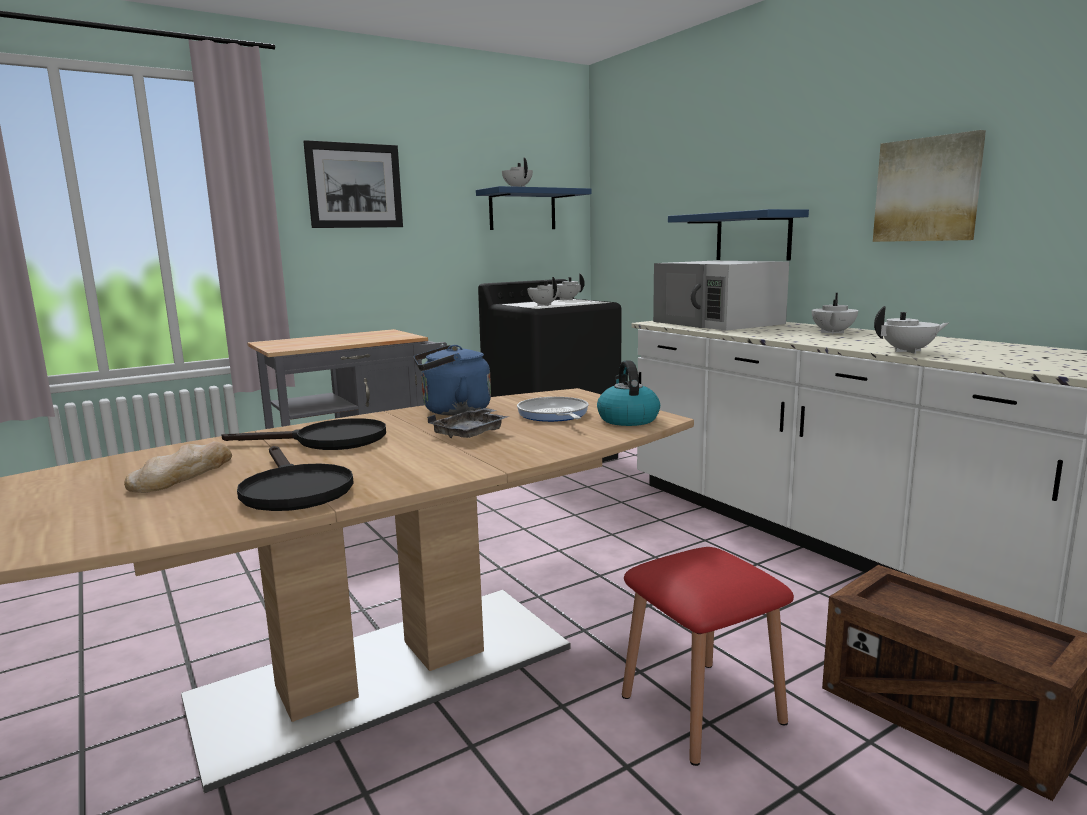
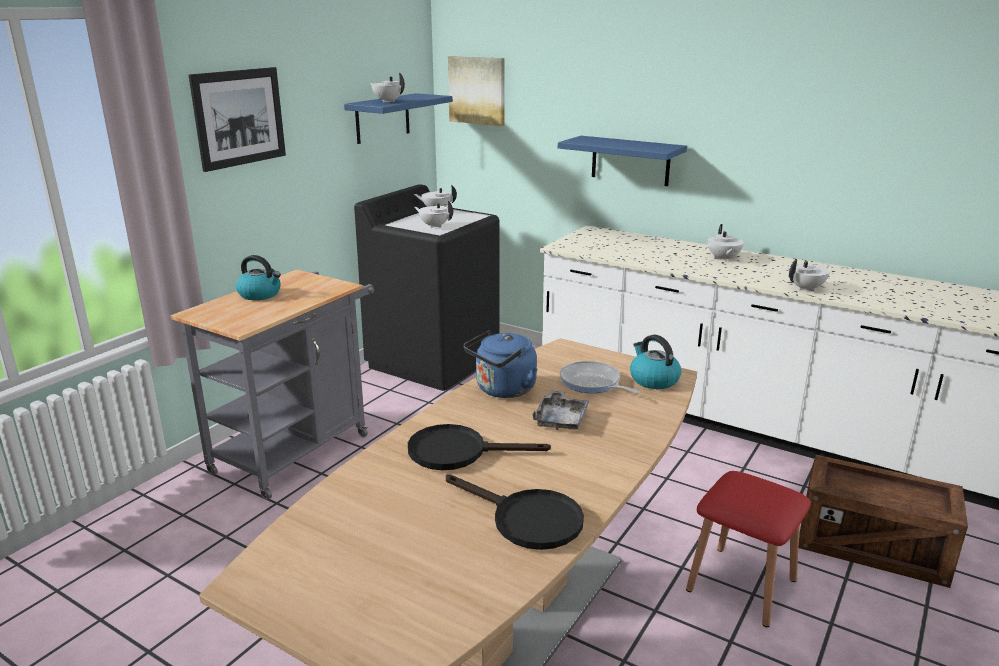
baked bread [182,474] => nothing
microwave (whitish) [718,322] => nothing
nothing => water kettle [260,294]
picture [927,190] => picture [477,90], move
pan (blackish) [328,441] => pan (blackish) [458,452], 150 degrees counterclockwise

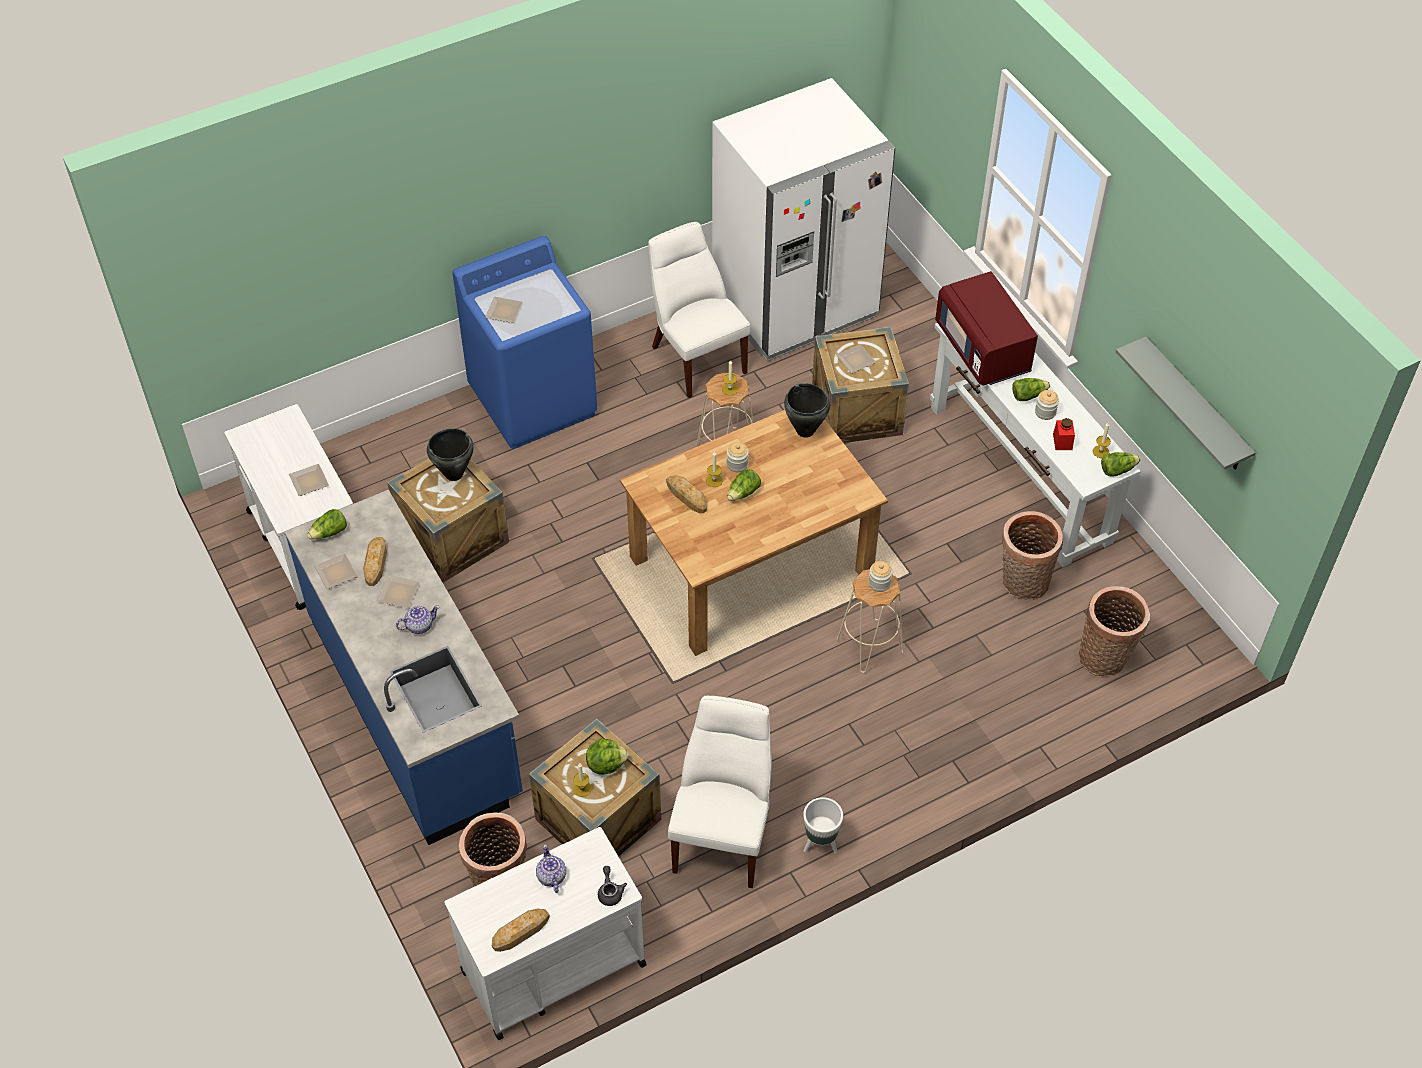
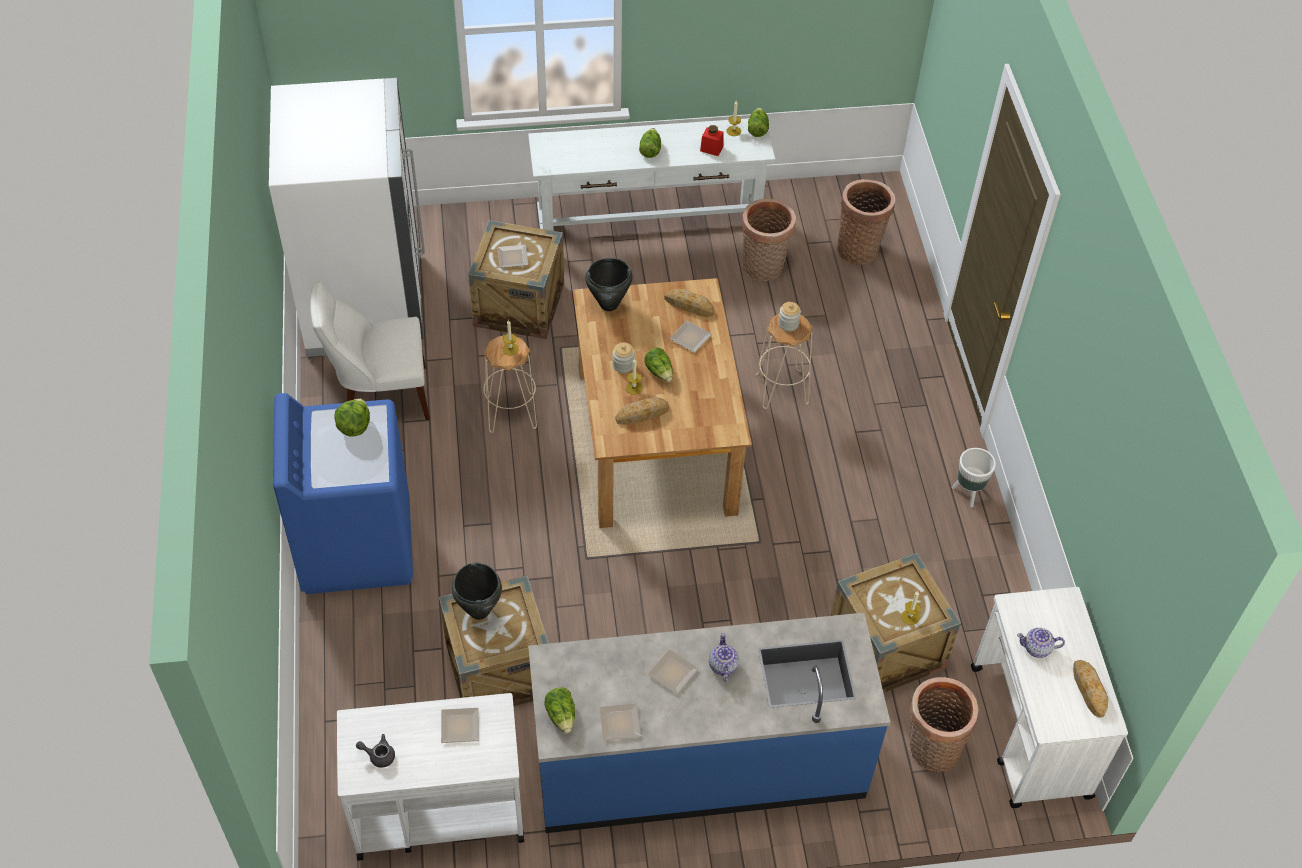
chair (whitish) [723,834] => nothing
microwave (red) [983,349] => nothing
preserve jar [1045,412] => nothing
wall shelf (gray) [1195,406] => nothing
baked bread [376,563] => baked bread [689,305], move
dinner plate [502,312] => dinner plate [690,339], move
lettuce head [606,764] => lettuce head [354,427], move
teapot (gray) [610,892] => teapot (gray) [378,755], move

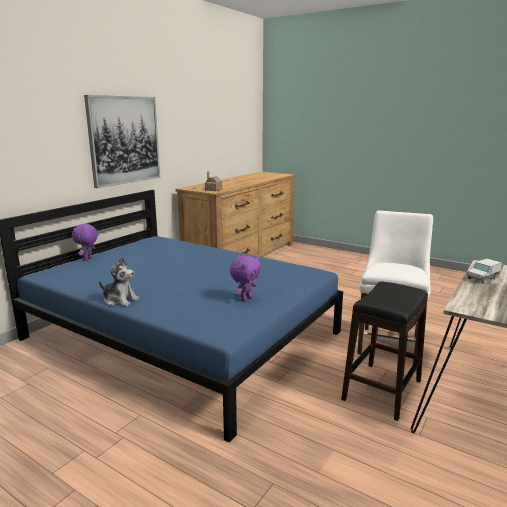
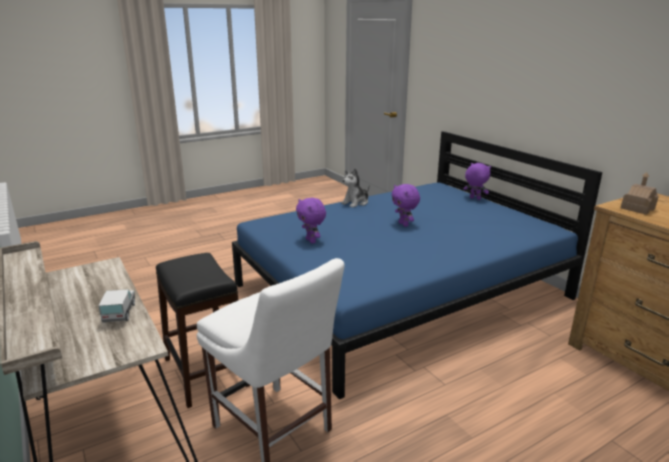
picture [124,140] => nothing
nothing => plush toy (purplish) [404,224]

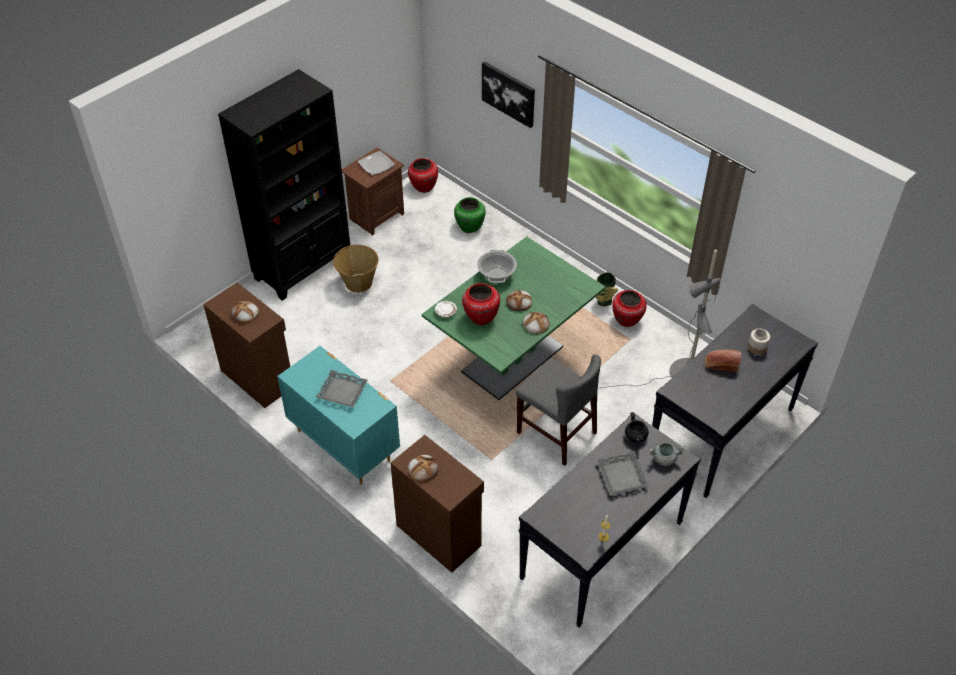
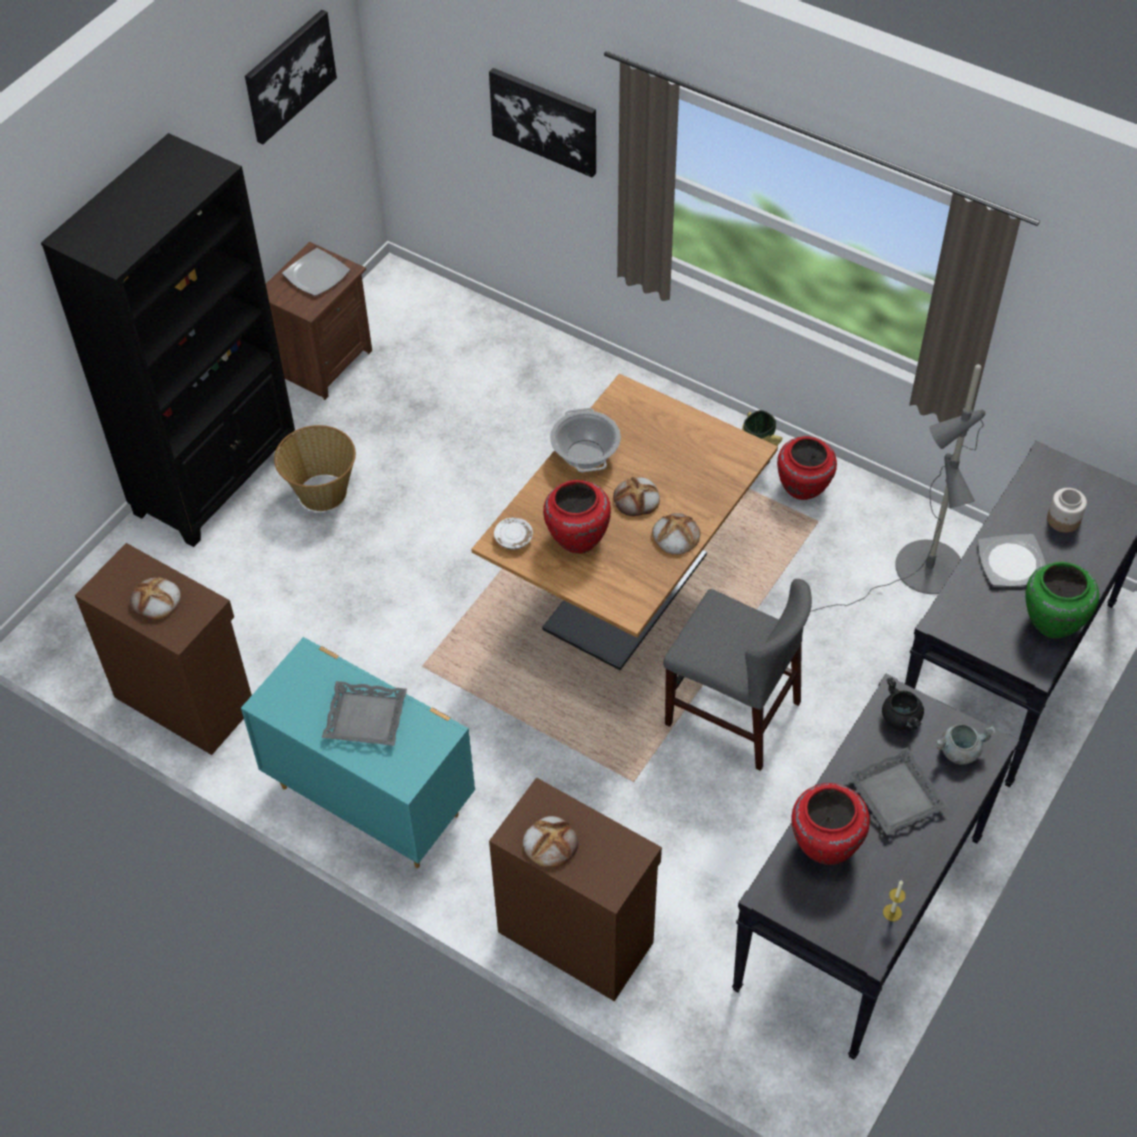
nothing => picture [289,75]
flower vase (red) [423,186] => flower vase (red) [824,843], move
flower vase (greenish) [470,226] => flower vase (greenish) [1052,620], move
baked bread [720,365] => dinner plate [1011,562]
kitchen table (greenish) [512,360] => kitchen table (brownish) [625,592]

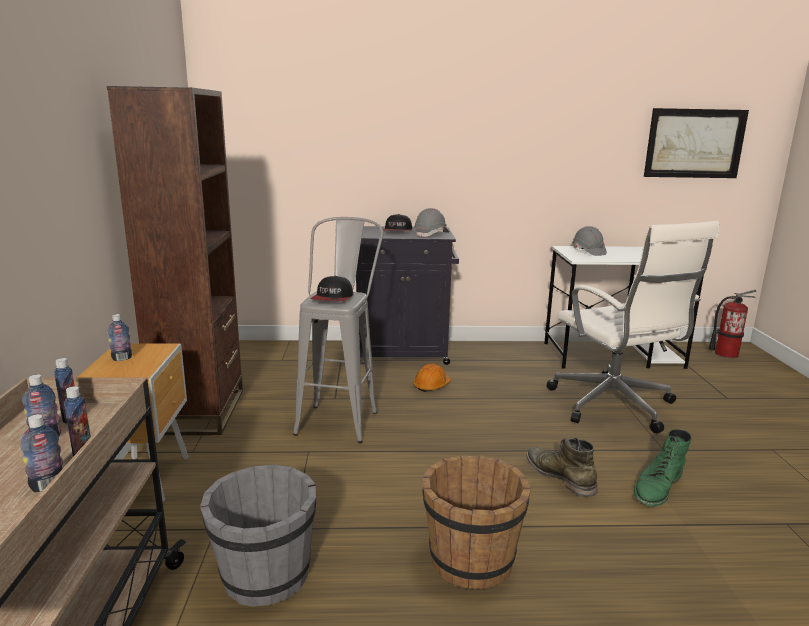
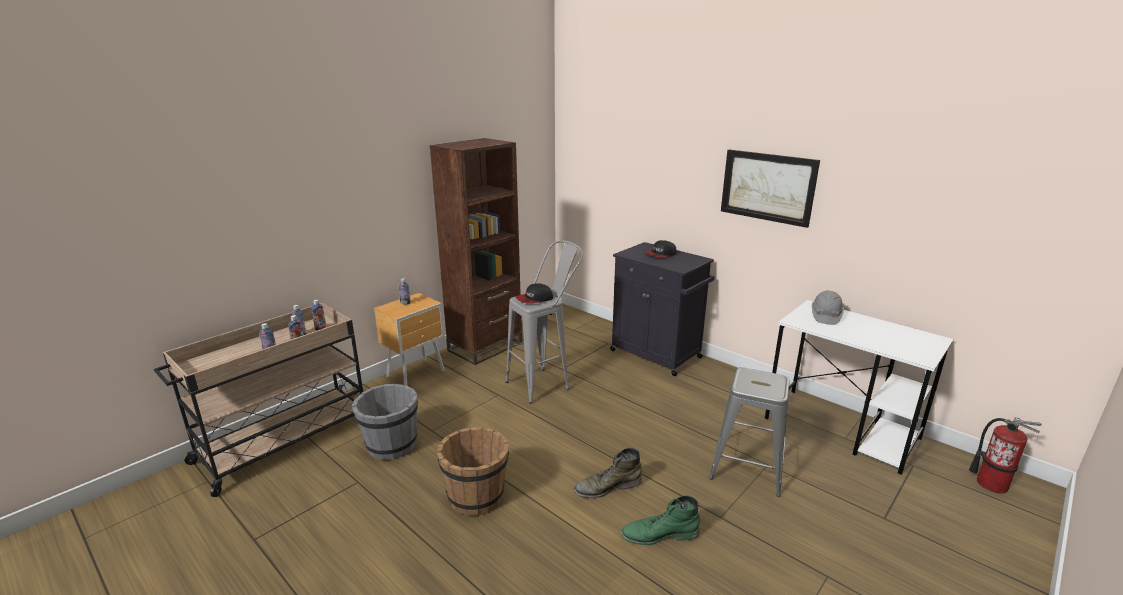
hard hat (orange-coloured) [431,386] => nothing
hard hat (gray) [431,234] => nothing
picture [694,143] => picture [767,187], move
computer chair (whitish) [613,406] => stool seat (gray) [748,467]
boot (greenish) [560,476] => boot (greenish) [607,487], 120 degrees counterclockwise

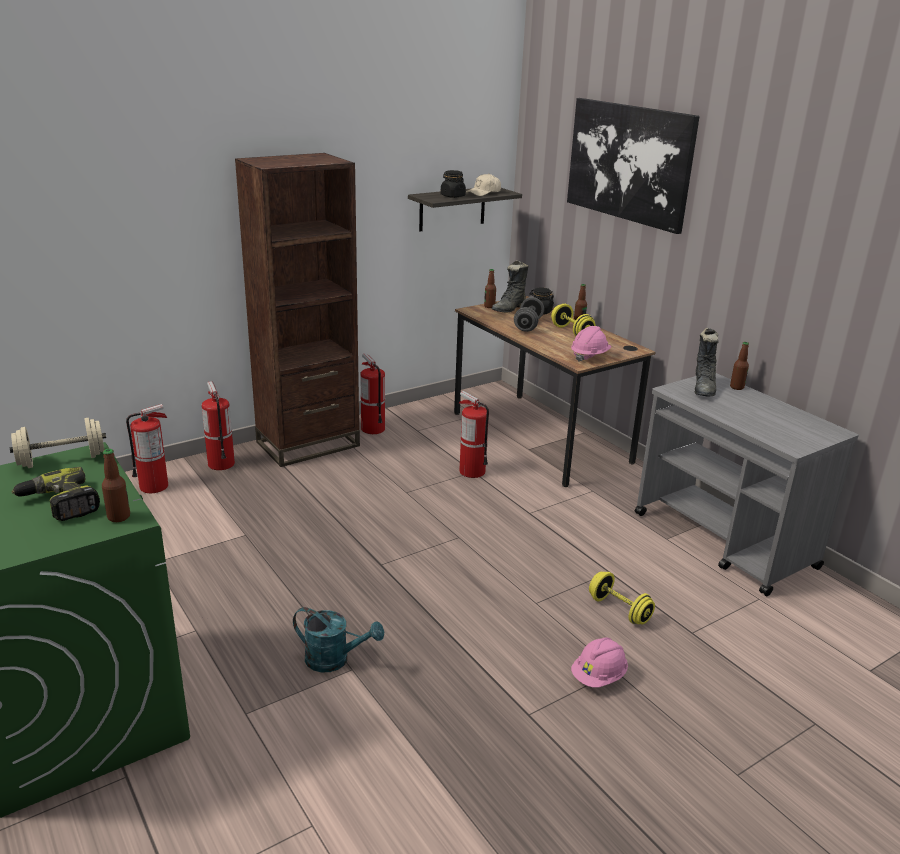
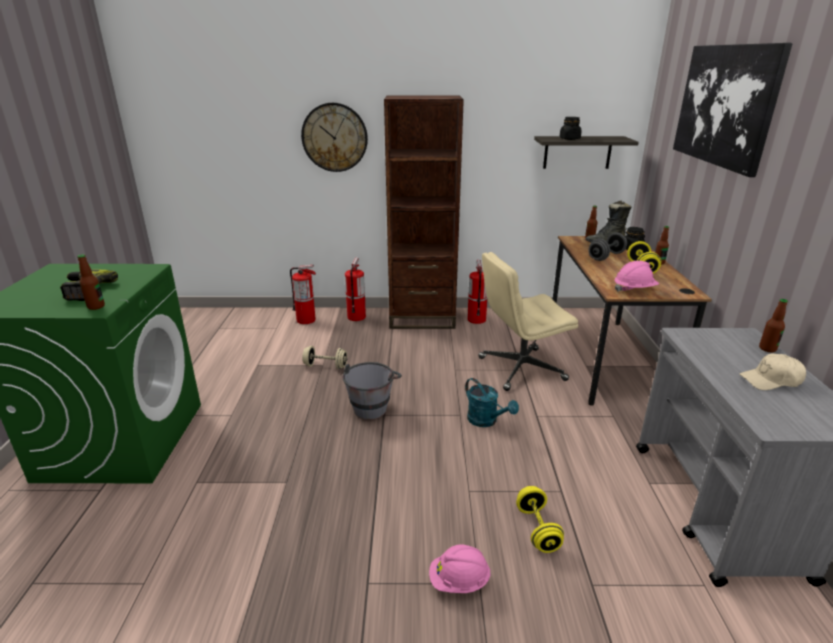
boot (blackish) [704,388] => nothing
nothing => hanging clock [334,137]
nothing => bucket (gray) [372,406]
hand weight (beige) [62,460] => hand weight (beige) [325,366], move
watering can (turquoise) [334,660] => watering can (turquoise) [486,421], move
baseball cap (beige) [484,193] => baseball cap (beige) [771,380], move
extinguisher [471,471] => computer chair (beige) [520,369]

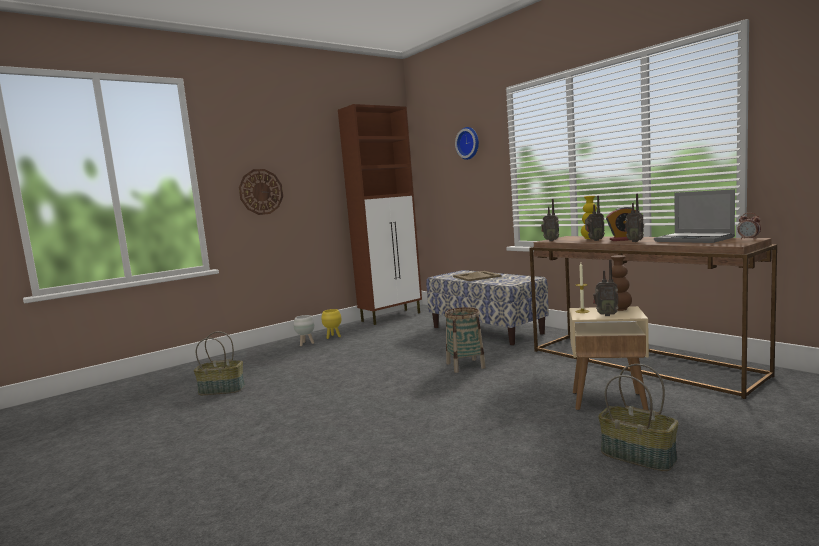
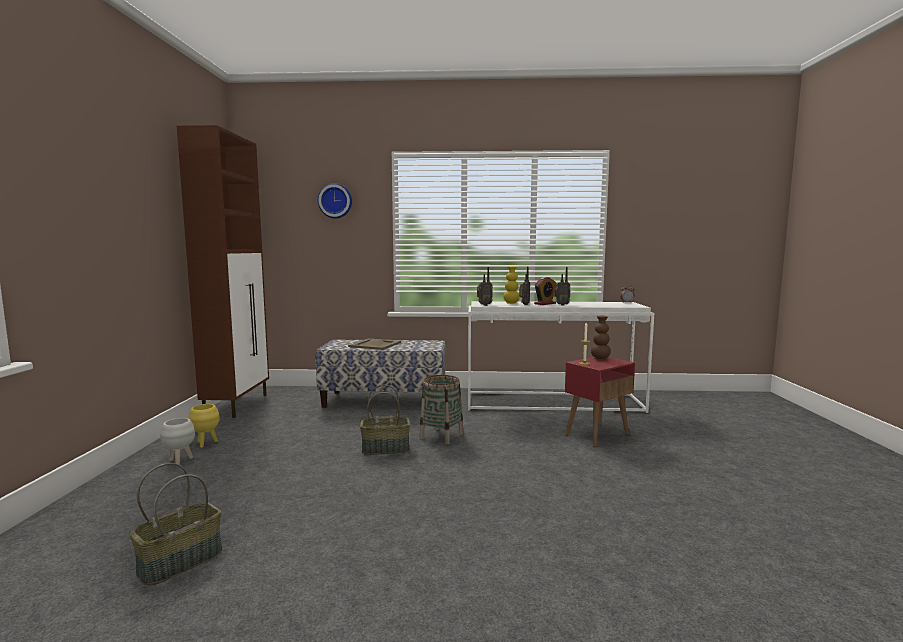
hanging clock [261,192] => nothing
radio set [606,315] => nothing
laptop [695,239] => nothing
basket [639,455] => basket [386,448], move
console table (brownish) [642,362] => console table (whitish) [553,402]
side table (beige) [609,401] => side table (red) [597,434]

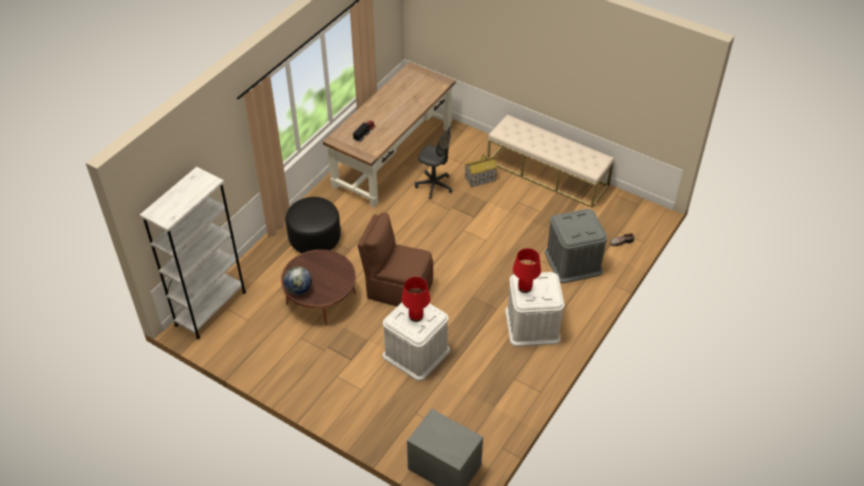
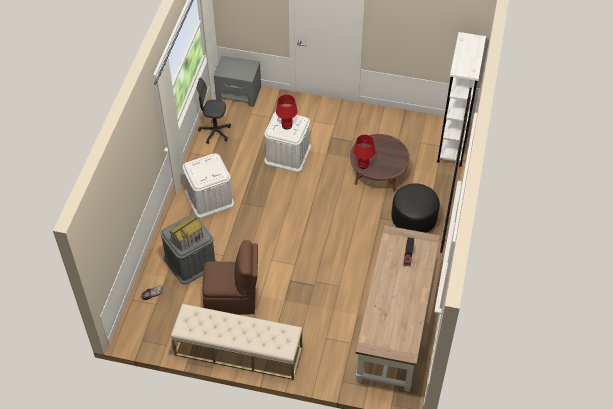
desk globe [299,290] => nothing
chair (brownish) [398,289] => chair (brownish) [232,299], move
computer chair (gray) [434,186] => computer chair (gray) [215,132], move
model house [480,179] => model house [187,239], move
table lamp (red) [524,288] => table lamp (red) [363,164], move

